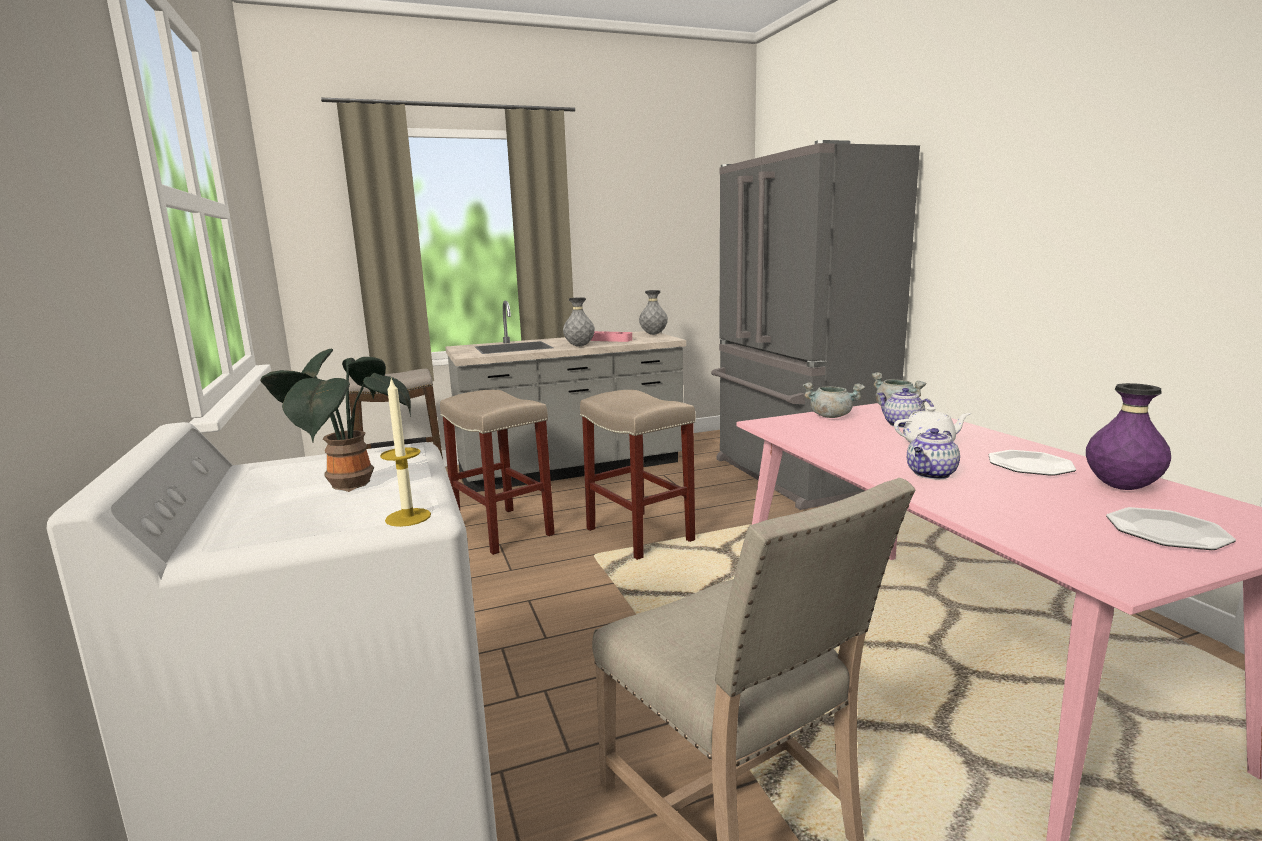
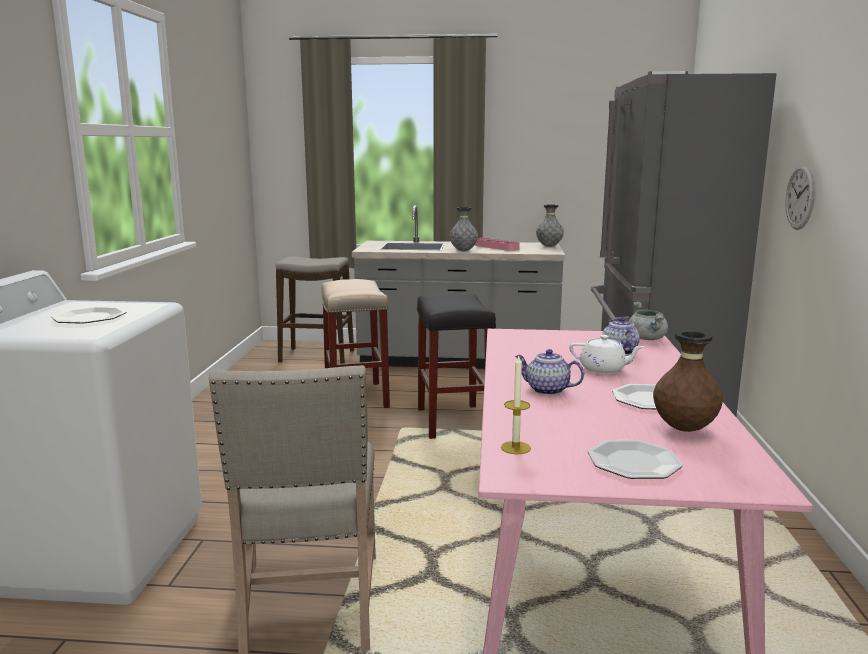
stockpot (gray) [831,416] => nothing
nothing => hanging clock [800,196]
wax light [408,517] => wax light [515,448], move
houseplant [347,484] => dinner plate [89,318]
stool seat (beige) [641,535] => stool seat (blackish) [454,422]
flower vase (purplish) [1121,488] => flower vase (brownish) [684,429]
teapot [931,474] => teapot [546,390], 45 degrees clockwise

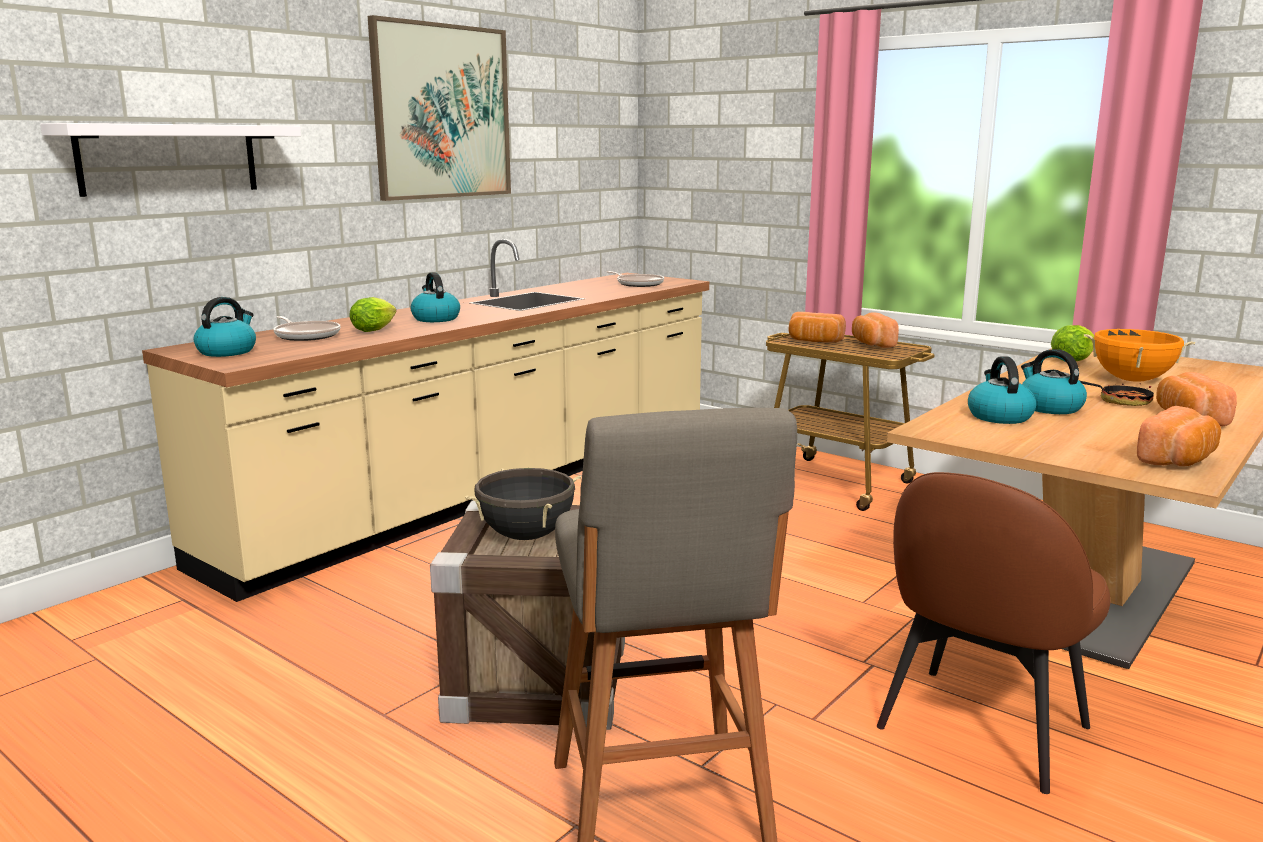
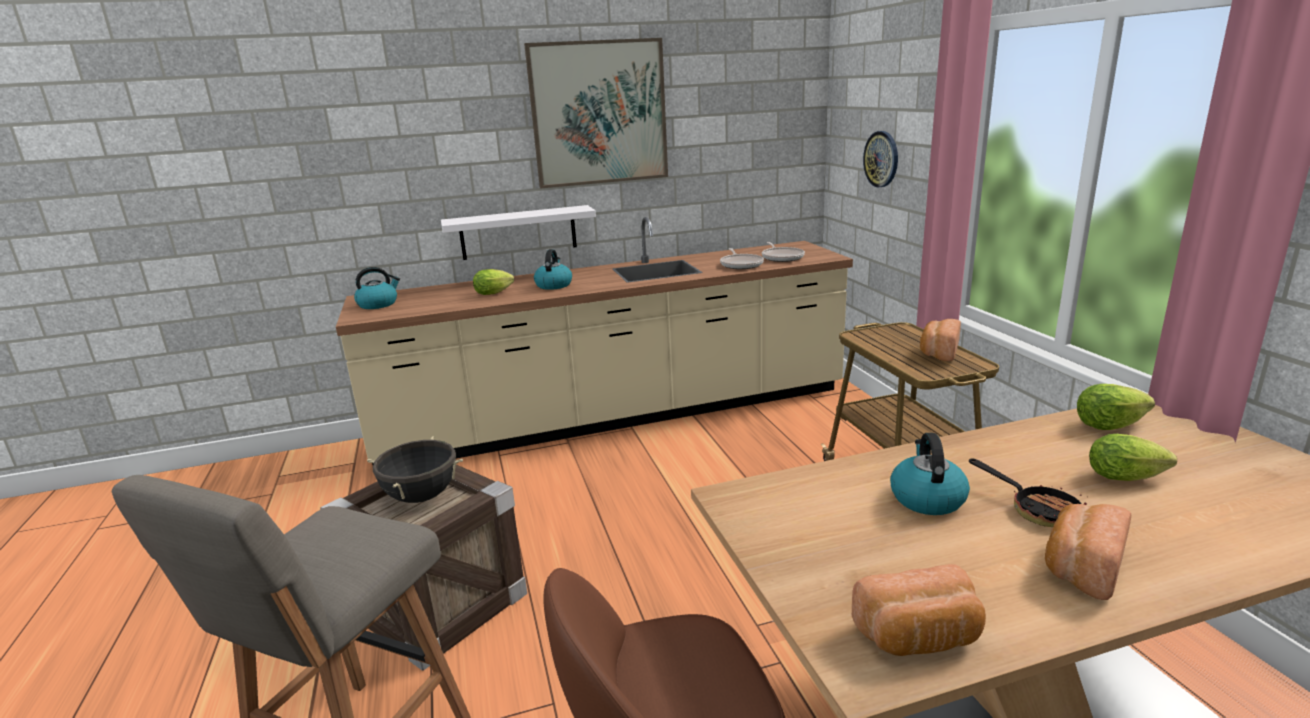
baked bread [814,341] => nothing
water kettle [998,416] => nothing
nothing => hanging clock [881,159]
wall shelf (whitish) [169,159] => wall shelf (whitish) [518,232], move
pan [306,335] => pan [741,264], move
stockpot (orange-coloured) [1131,380] => lettuce head [1129,478]

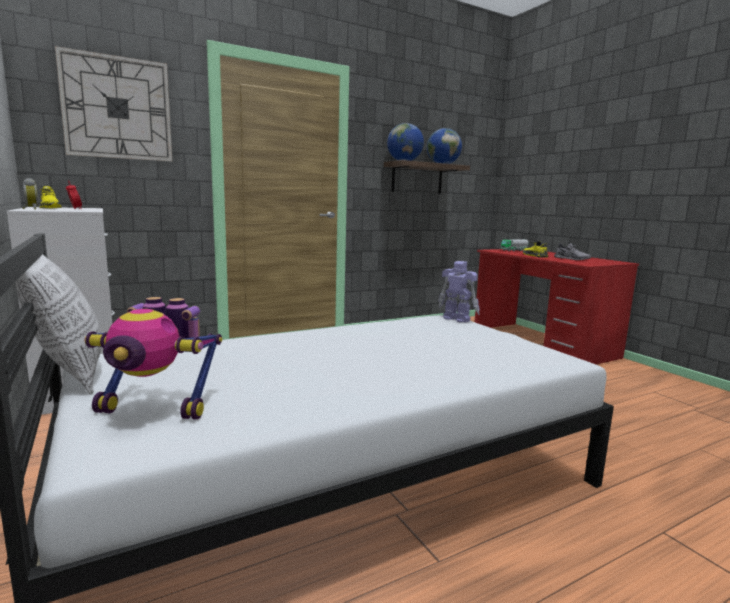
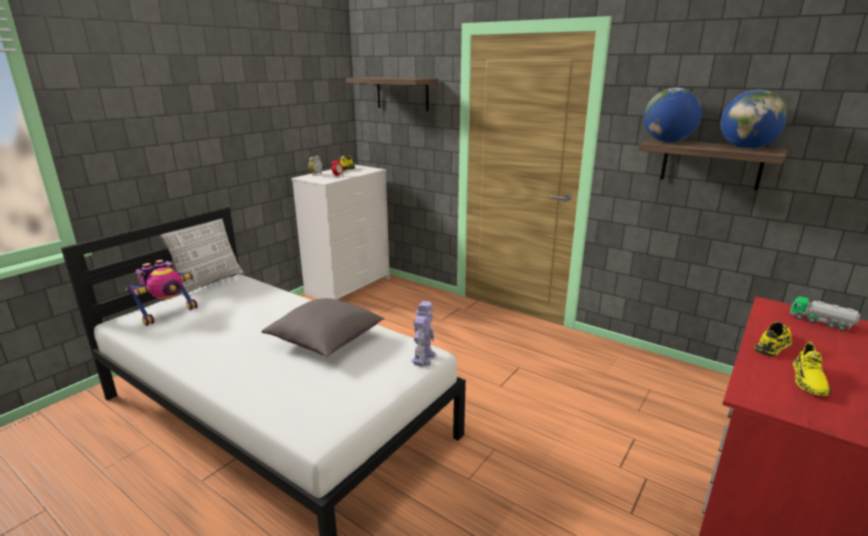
nothing => pillow (gray) [326,341]
hanging clock [117,108] => wall shelf [402,93]
item of footwear (gray) [571,259] => item of footwear (yellow) [808,380]
toy robot [157,408] => toy robot [168,314], 120 degrees counterclockwise

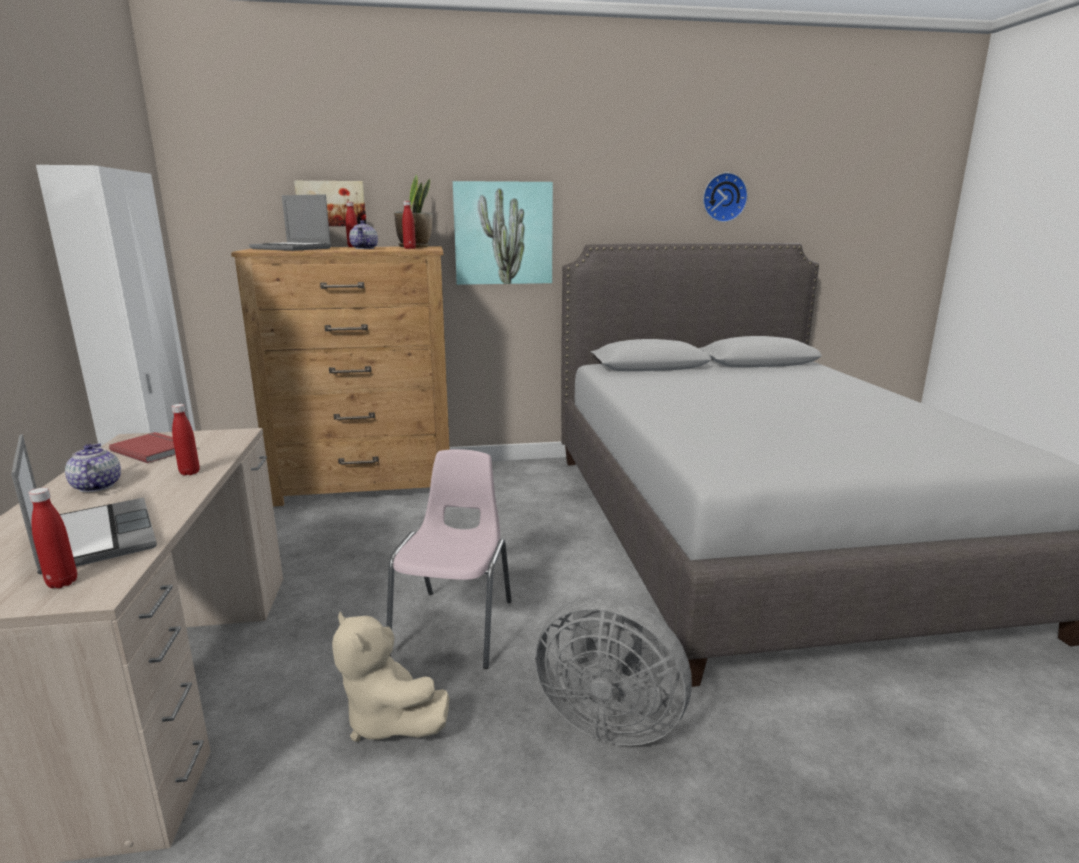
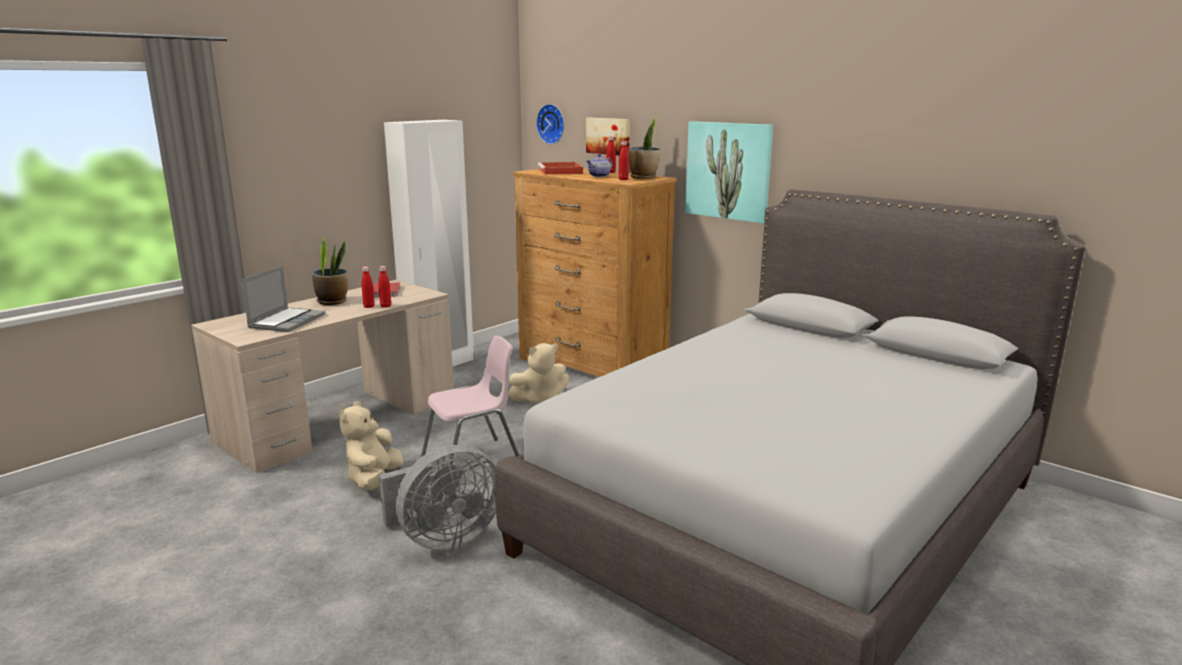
nothing => plush toy (beige) [540,400]
drink bottle (red) [62,582] => drink bottle (red) [385,306], move
hanging clock [723,197] => hanging clock [552,124], move
teapot [96,486] => houseplant [332,301]
laptop [292,248] => carrying tray (red) [561,171]
fan (gray) [608,719] => fan (gray) [444,538], 105 degrees counterclockwise

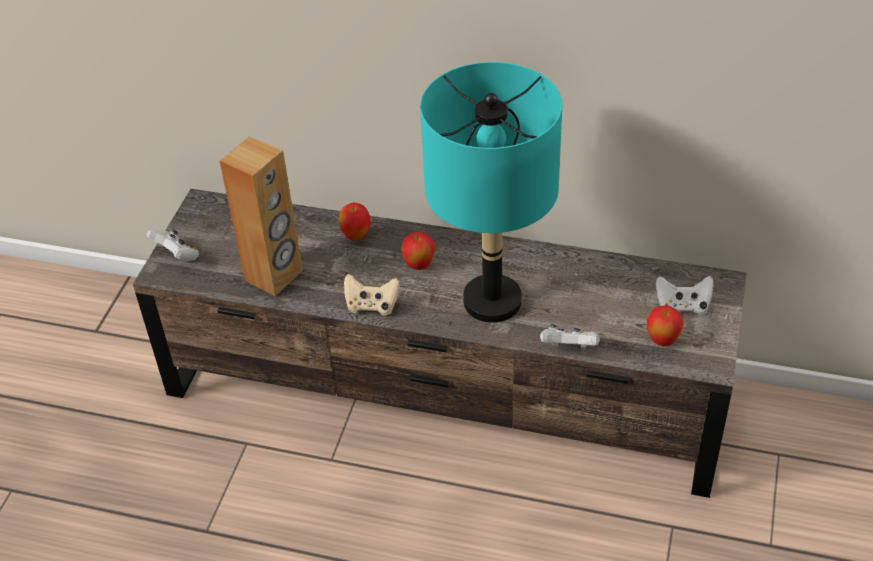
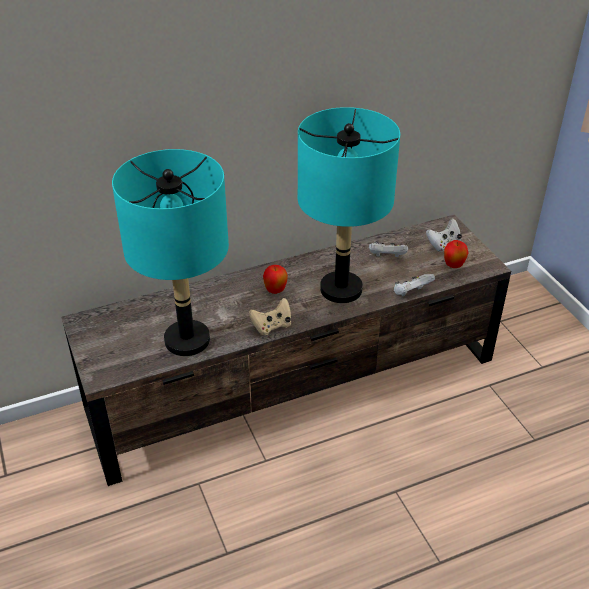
apple [356,236] => nothing
joypad (whitish) [177,256] => joypad (whitish) [387,257], move
audio speaker (brownish) [274,276] => table lamp (turquoise) [187,340]

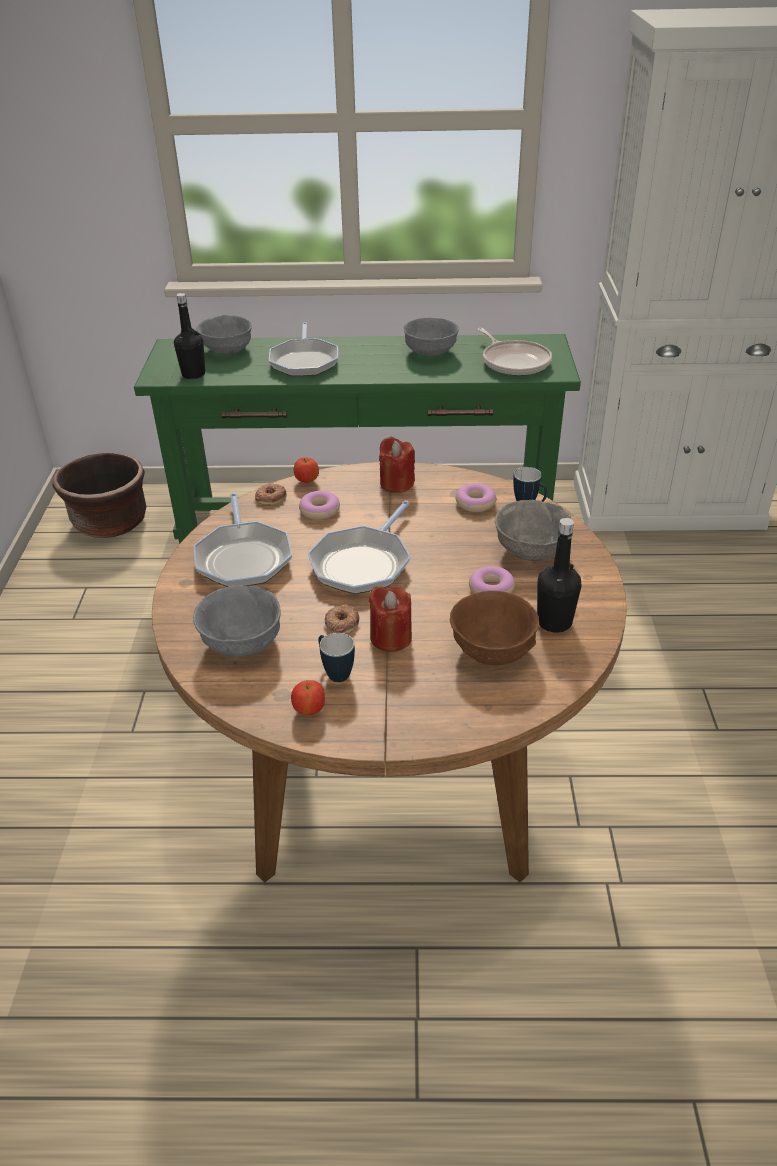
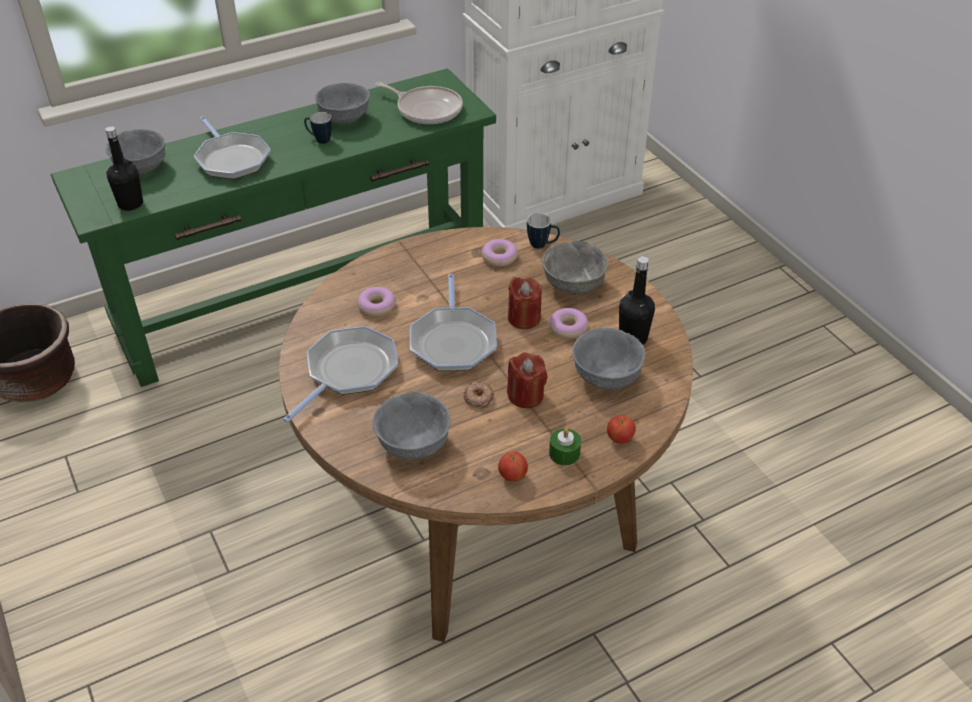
ring doughnut [270,497] => nothing
nothing => wax light (greenish) [564,453]
apple [307,481] => apple [620,439], move
coffee mug [334,672] => coffee mug [319,140], move
wax light (red) [396,483] => wax light (red) [524,318], move
serving bowl (brownish) [493,649] => serving bowl (gray) [606,376]
pan [243,558] => pan [348,371], 105 degrees counterclockwise

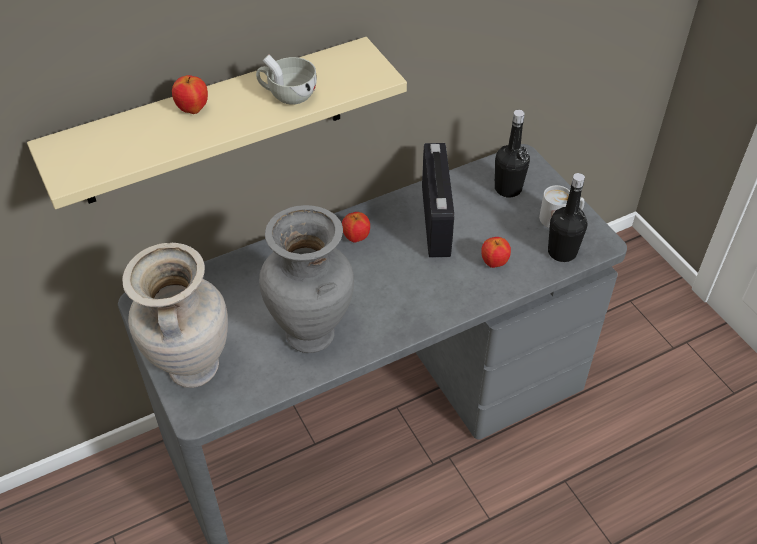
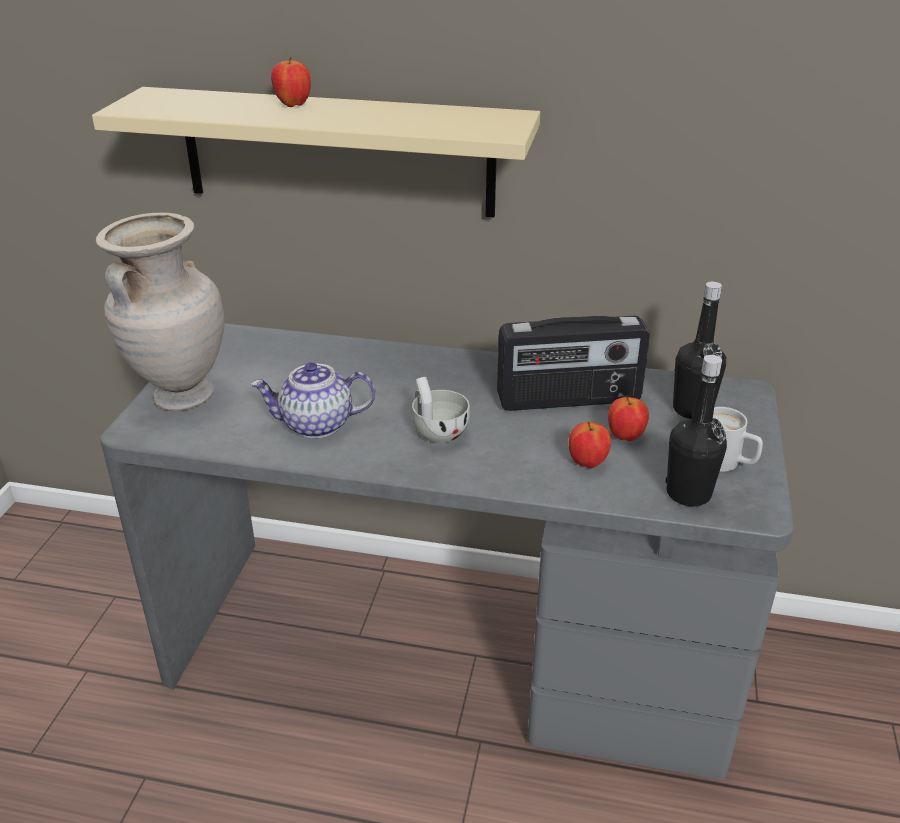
small cup (whitish) [287,95] => small cup (whitish) [436,430], move
apple [356,238] => apple [625,436], move
flower vase (gray) [312,334] => teapot [316,425]
radio set [437,221] => radio set [569,400], 45 degrees clockwise

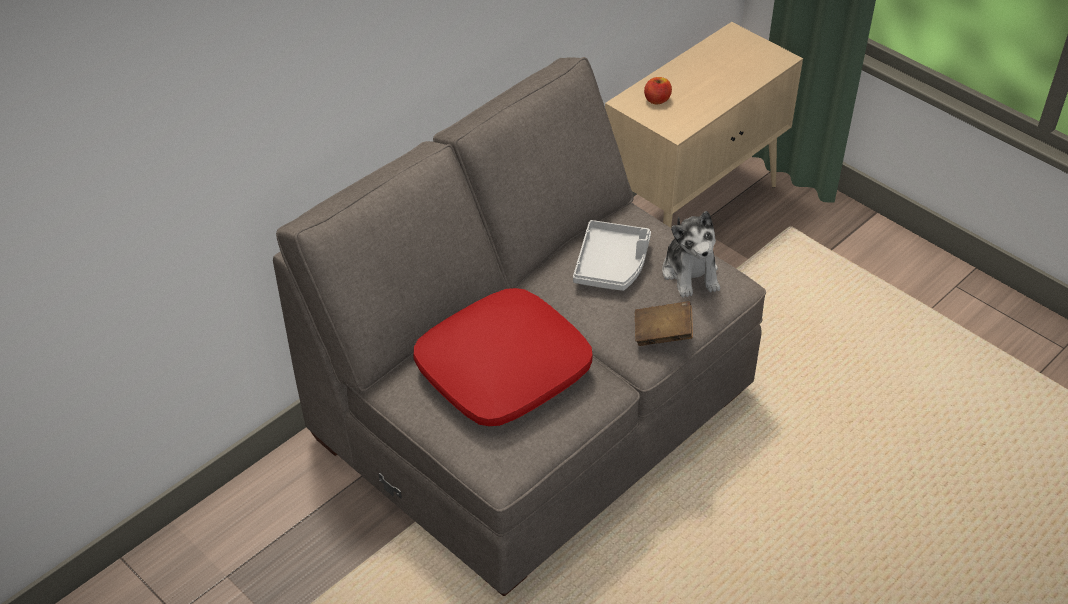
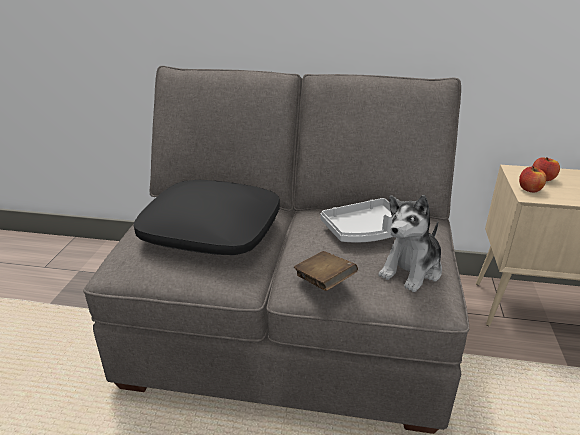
nothing => apple [529,189]
pillow (red) [503,369] => pillow (blackish) [212,230]

